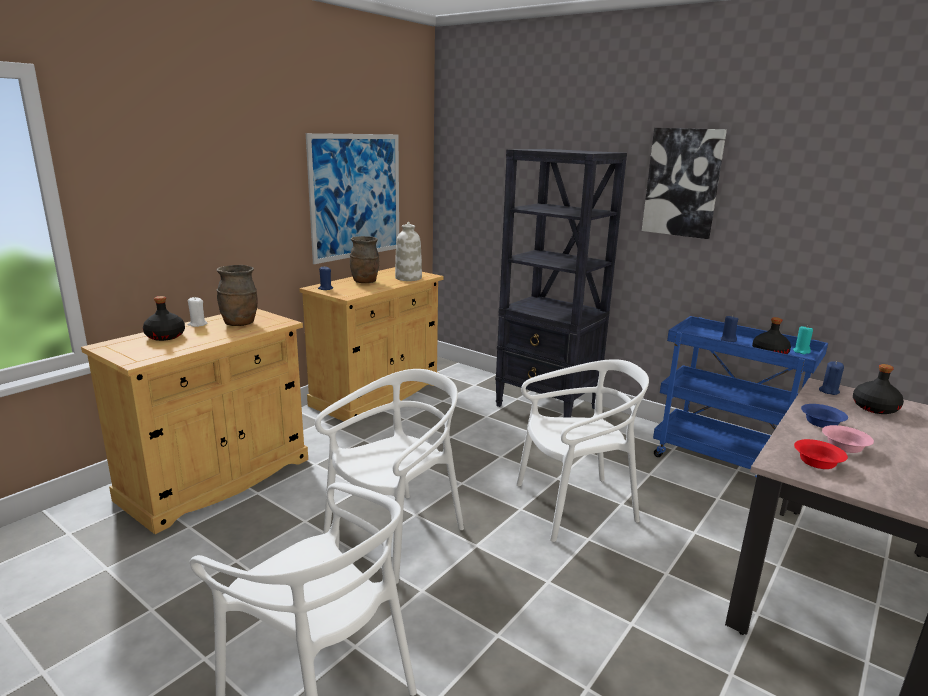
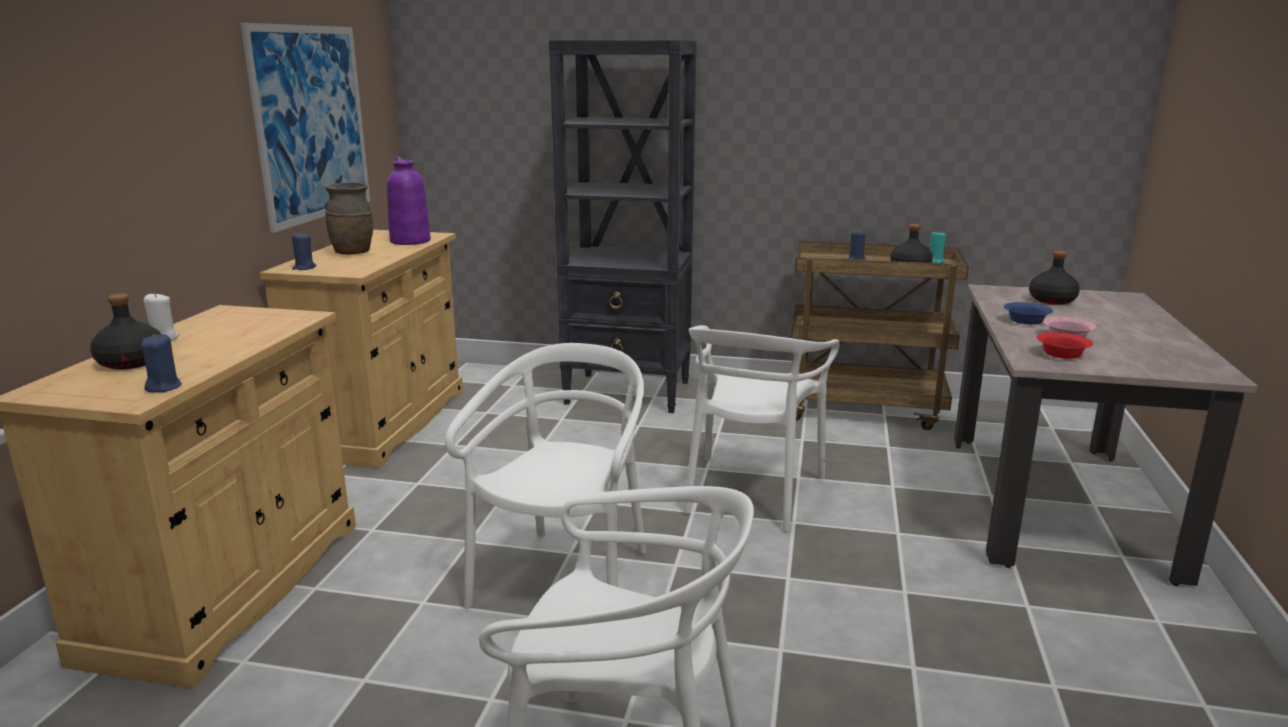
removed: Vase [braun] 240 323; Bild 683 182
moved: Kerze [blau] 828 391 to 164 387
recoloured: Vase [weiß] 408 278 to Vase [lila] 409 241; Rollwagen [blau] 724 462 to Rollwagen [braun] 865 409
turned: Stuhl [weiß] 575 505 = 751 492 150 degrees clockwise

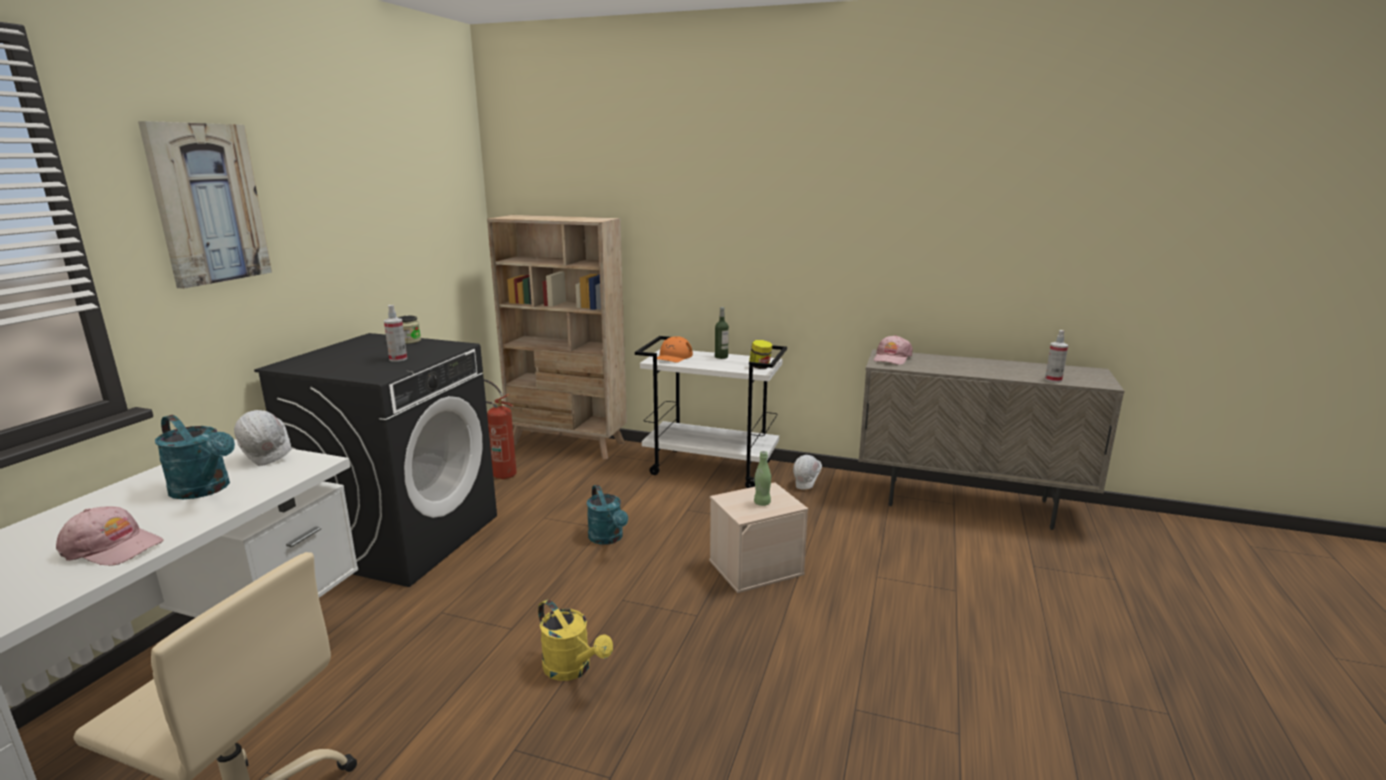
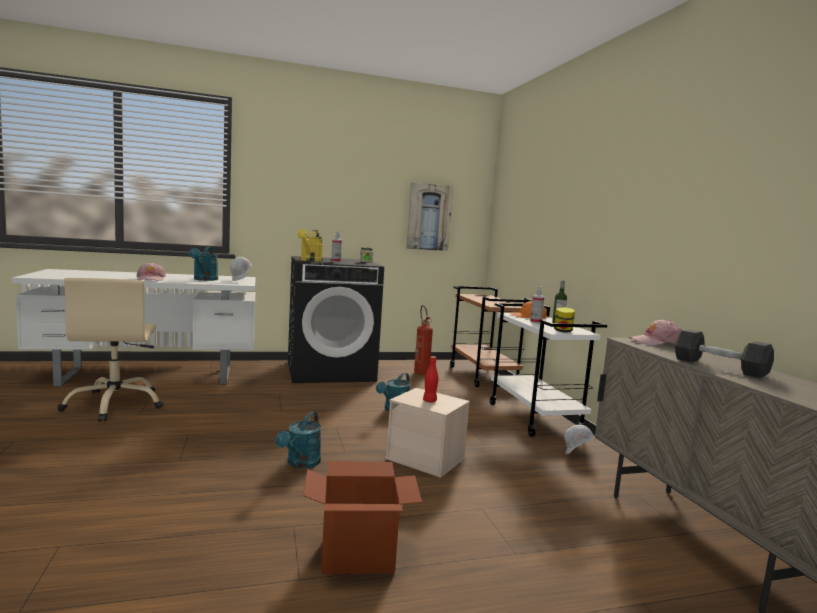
added: Gießkanne [türkis] 301 463; Karton 358 555; Hantel [grau] 719 367
moved: Gießkanne [gelb] 573 669 to 310 260; Bild 208 204 to 429 217; Sprühflasche 1053 380 to 535 322
replaced: Bücherregal [beige] 568 444 to Rollwagen [braun] 483 376
recoloured: Flasche [grün] 762 503 to Flasche [rot] 429 401

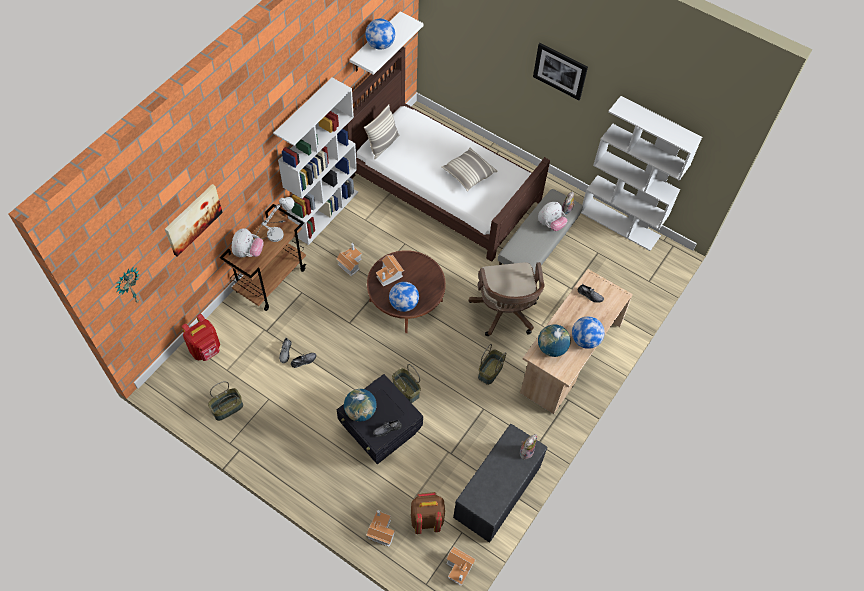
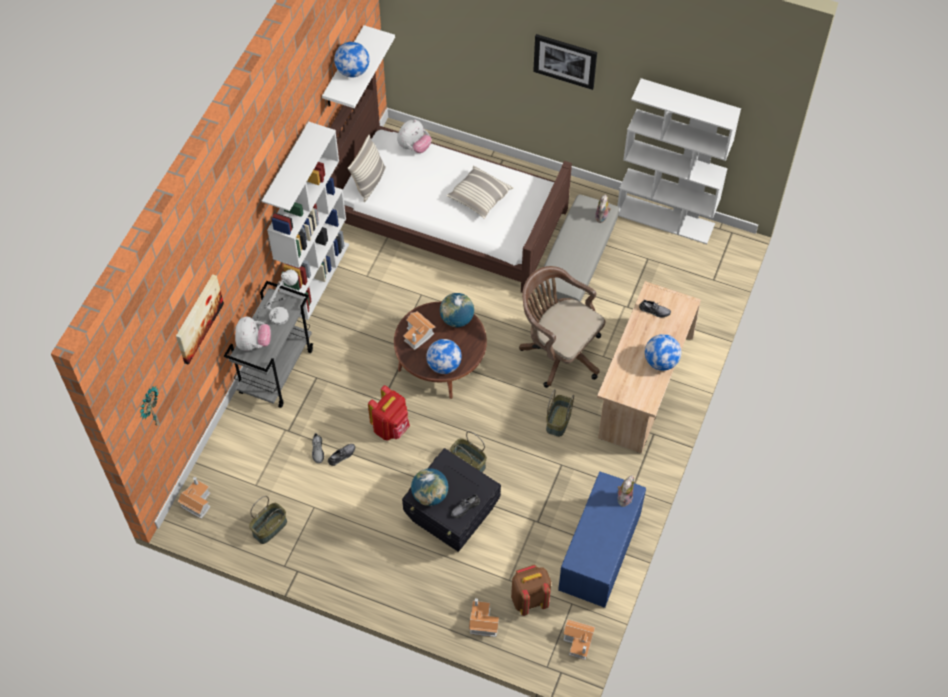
moved: Spielzeughaus 350 263 to 196 501; Rucksack [rot] 206 350 to 391 427; Plüschtier 550 224 to 414 147; Globus 551 348 to 457 319
recoloured: Rollwagen [braun] 271 280 to Rollwagen [grau] 276 370; Bank [grau] 497 493 to Bank [blau] 600 553
turned: Bürostuhl [braun] 505 313 = 558 351 150 degrees clockwise

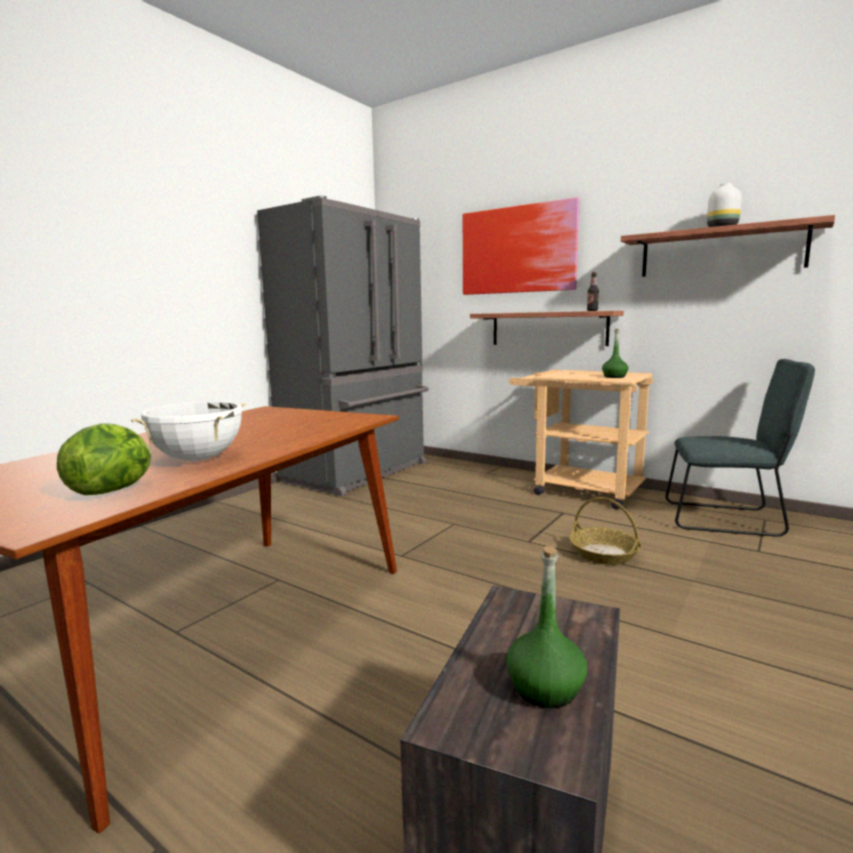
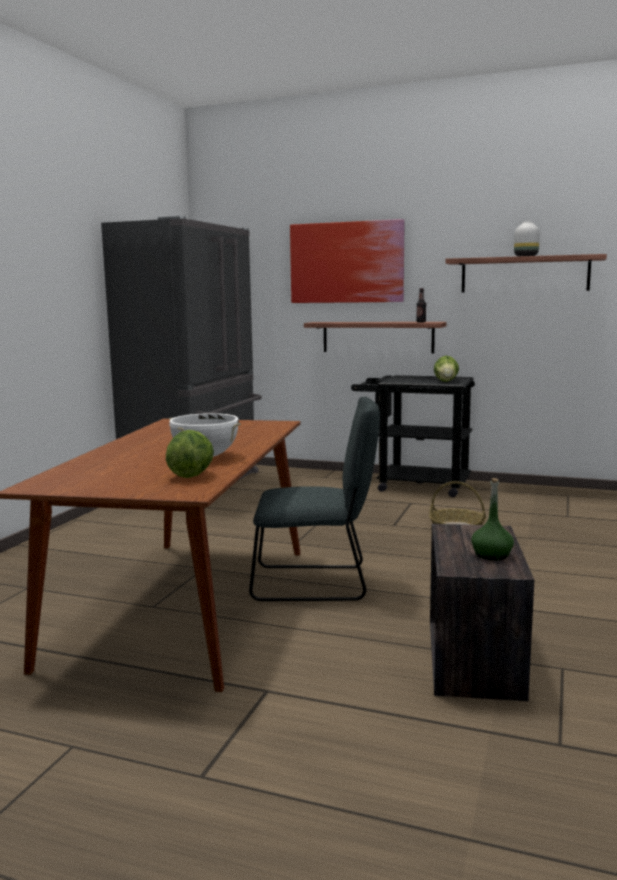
moved: Stuhl [grau] 727 519 to 316 583
replaced: Flasche [grün] 614 377 to Salatkopf 446 381
recoloured: Rollwagen [beige] 577 490 to Rollwagen [schwarz] 414 485

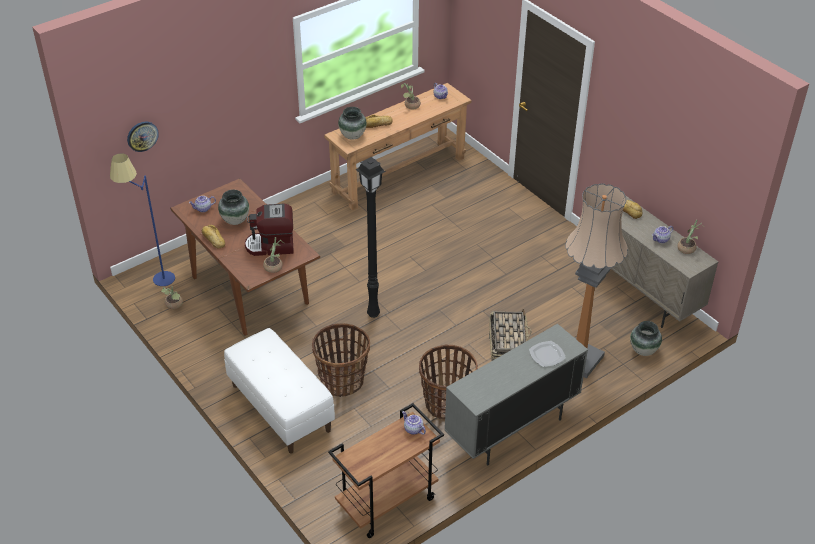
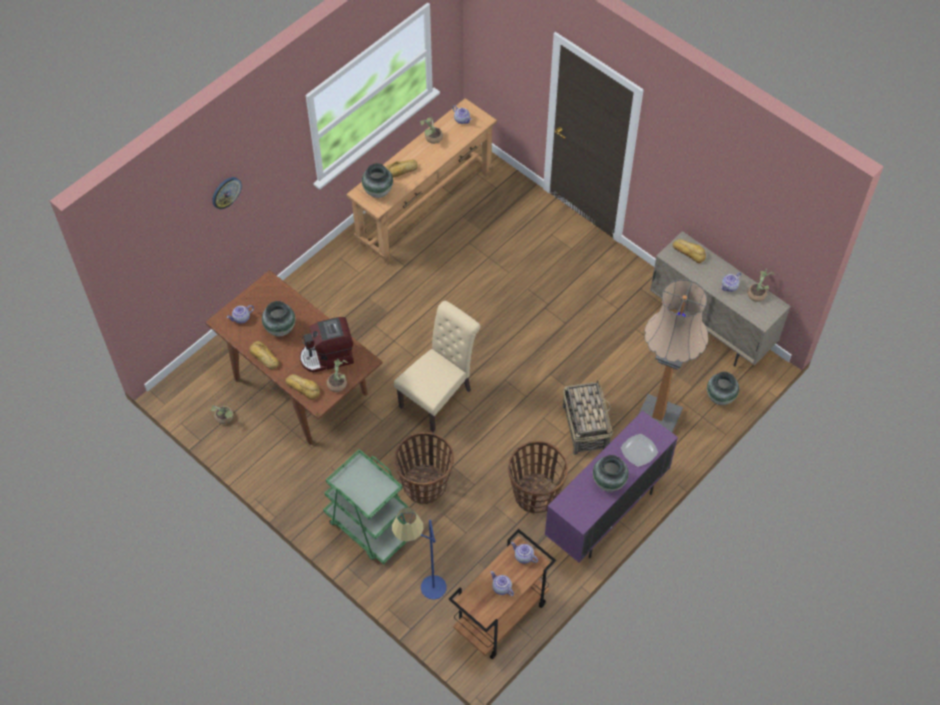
added: Brot 303 387; Teekanne 501 588; Vase 609 482
moved: Wanduhr 142 136 to 226 192; Stehlampe [blau] 153 281 to 423 592
replaced: Bank [weiß] 280 408 to Rollwagen [grün] 369 526; Stehlampe [schwarz] 374 314 to Stuhl [beige] 439 396
recoloured: Schrank [grau] 511 430 to Schrank [lila] 605 514

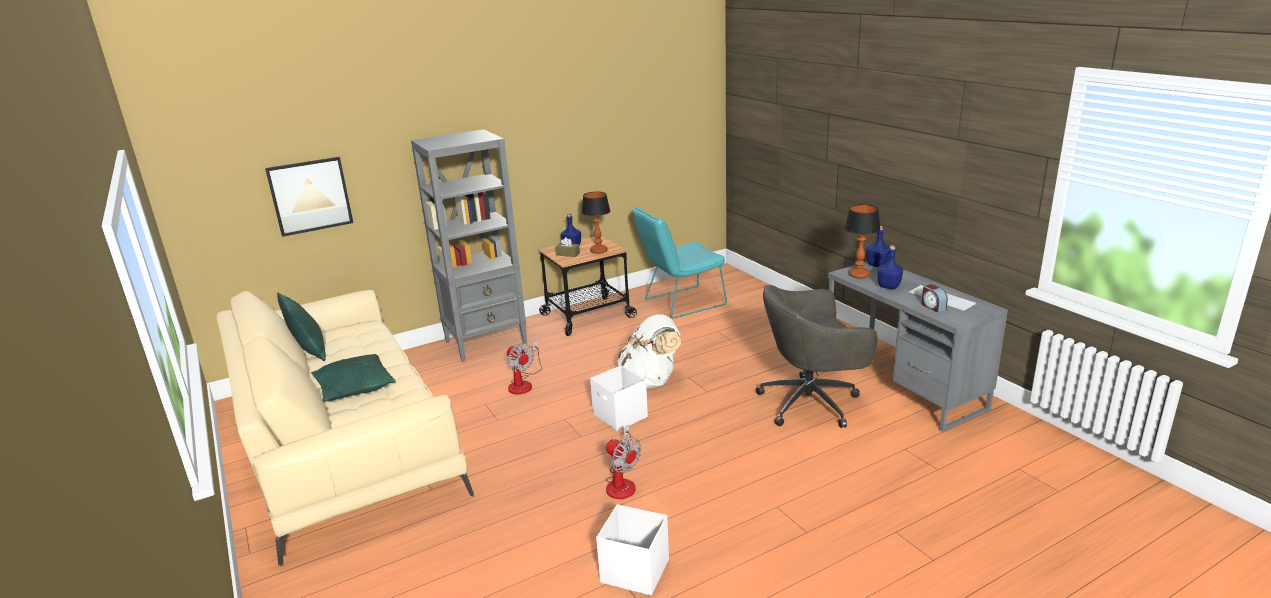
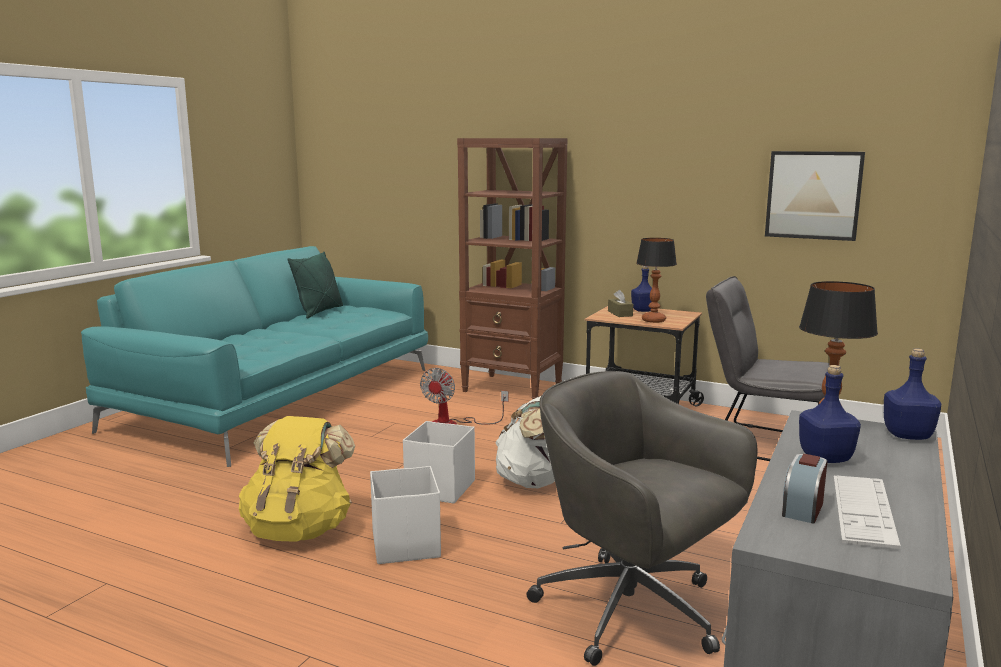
removed: Kissen [grün] 354 389
moved: Aufbewahrungsbox [weiß] 634 571 to 406 544; Bild 310 196 to 813 195
replaced: Ventilator 622 482 to Rucksack [gelb] 299 530
recoloured: Sofa [beige] 345 442 to Sofa [türkis] 282 397; Bücherregal [grau] 487 342 to Bücherregal [braun] 513 389; Stuhl [türkis] 680 303 to Stuhl [grau] 763 443

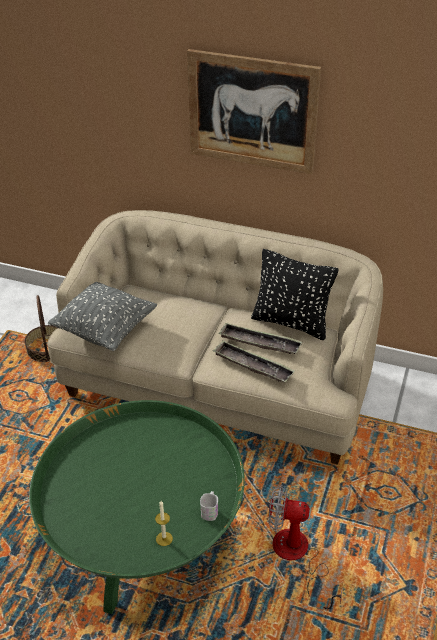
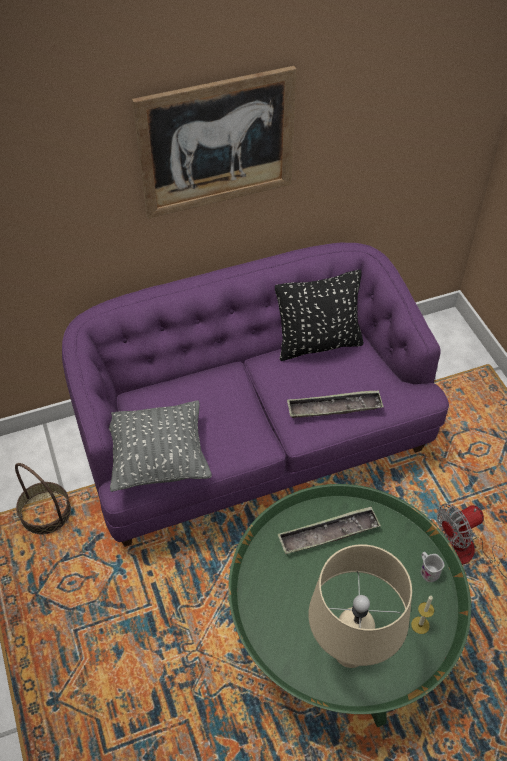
added: Tischlampe [beige] 350 654
moved: Tablett 259 342 to 328 534
recoloured: Sofa [beige] 219 385 to Sofa [lila] 254 441

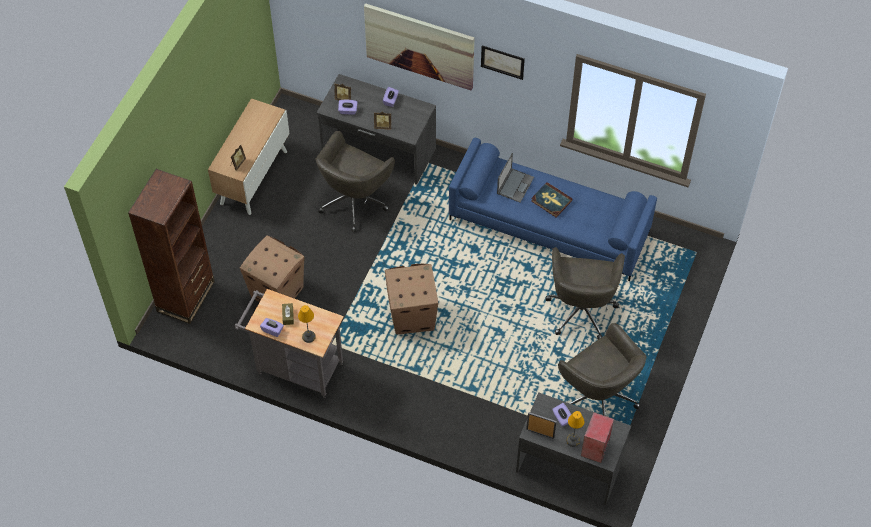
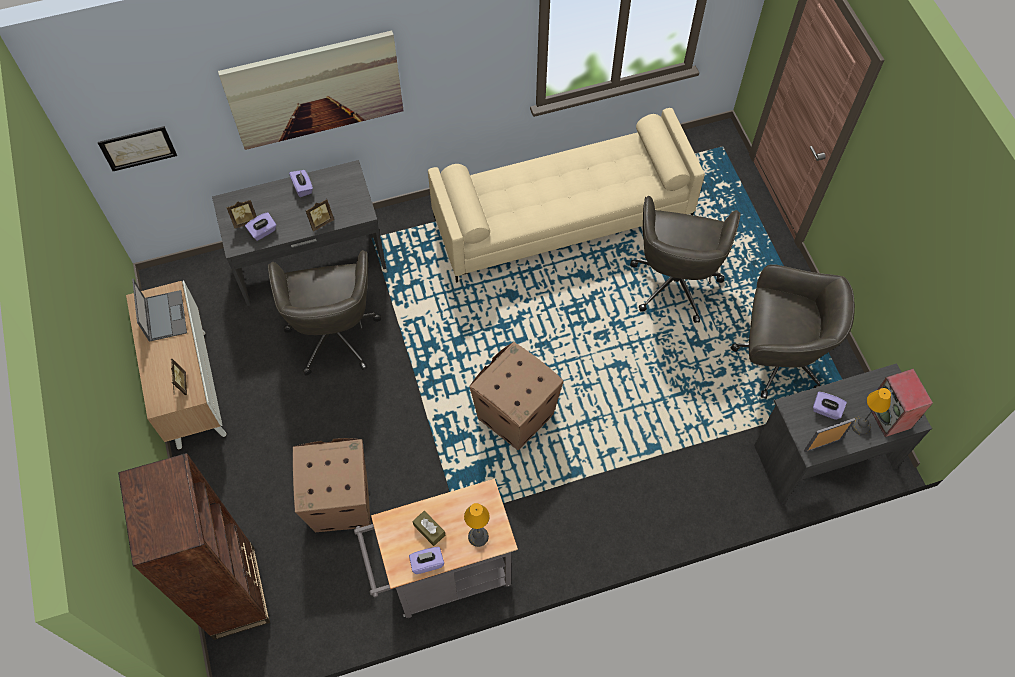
removed: Buch 551 201
moved: Bild 502 62 to 138 148; Laptop 515 185 to 164 315
recoloured: Sofa [blau] 550 226 to Sofa [beige] 563 217
turned: Bürostuhl [grau] 581 309 = 675 281 45 degrees clockwise

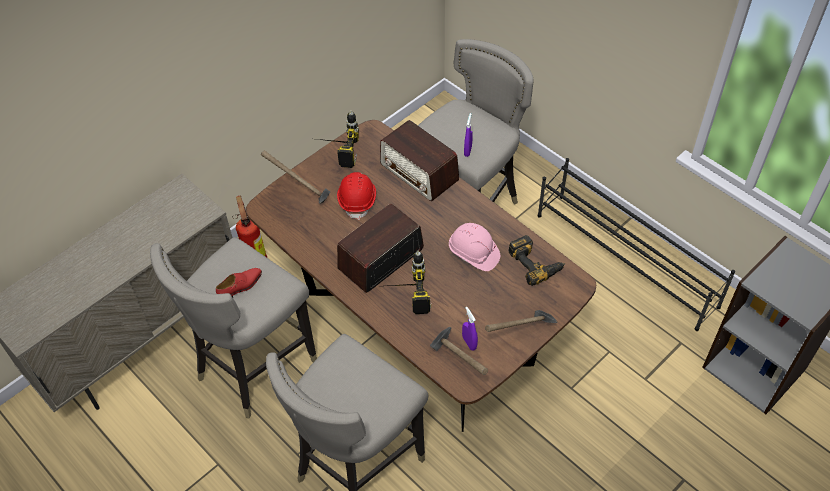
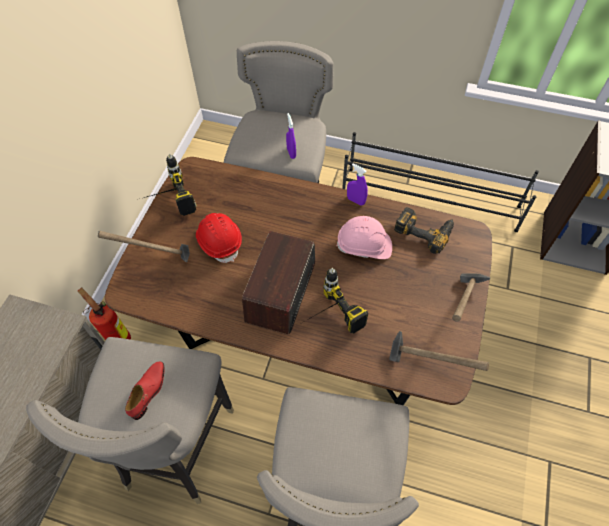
removed: Radio 419 172
moved: Sprühflasche [lila] 469 343 to 355 201

